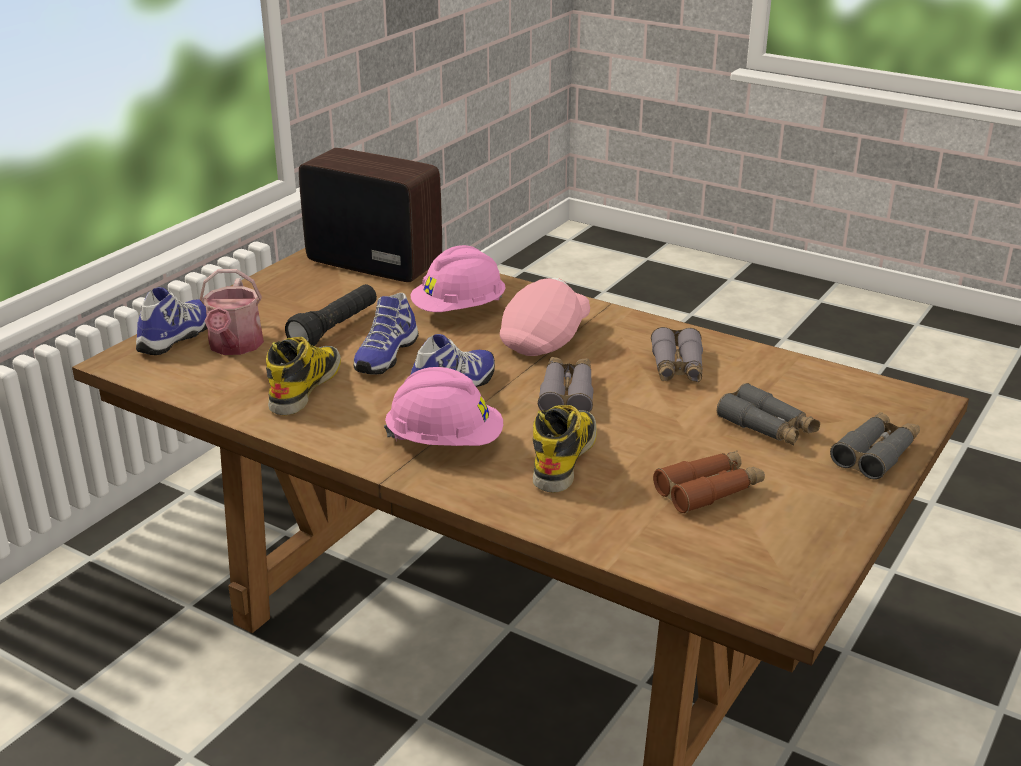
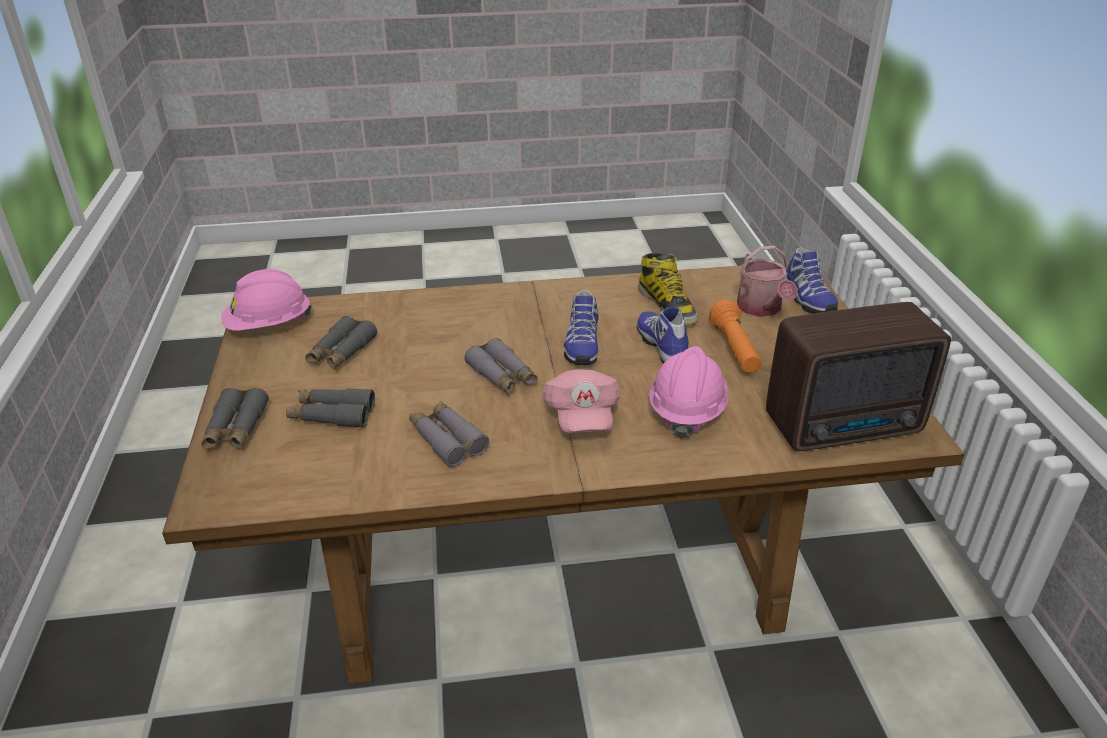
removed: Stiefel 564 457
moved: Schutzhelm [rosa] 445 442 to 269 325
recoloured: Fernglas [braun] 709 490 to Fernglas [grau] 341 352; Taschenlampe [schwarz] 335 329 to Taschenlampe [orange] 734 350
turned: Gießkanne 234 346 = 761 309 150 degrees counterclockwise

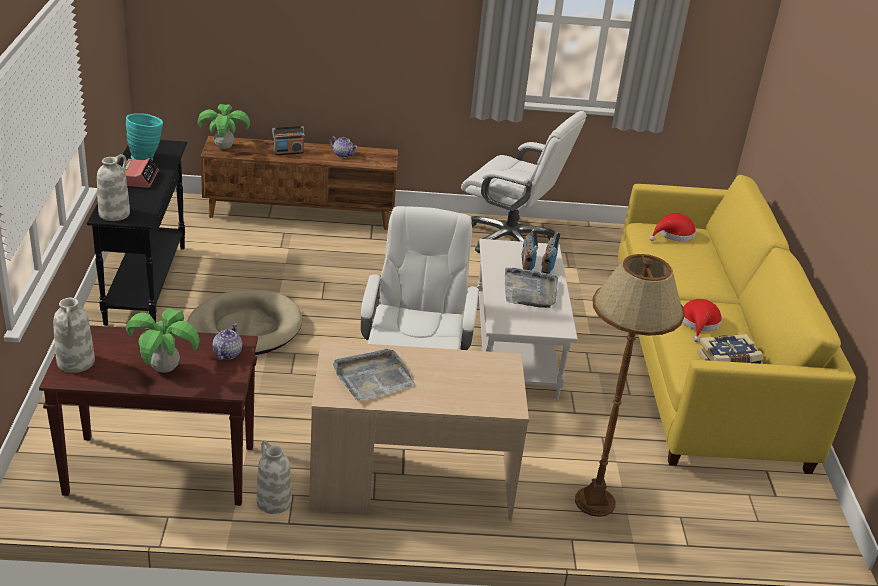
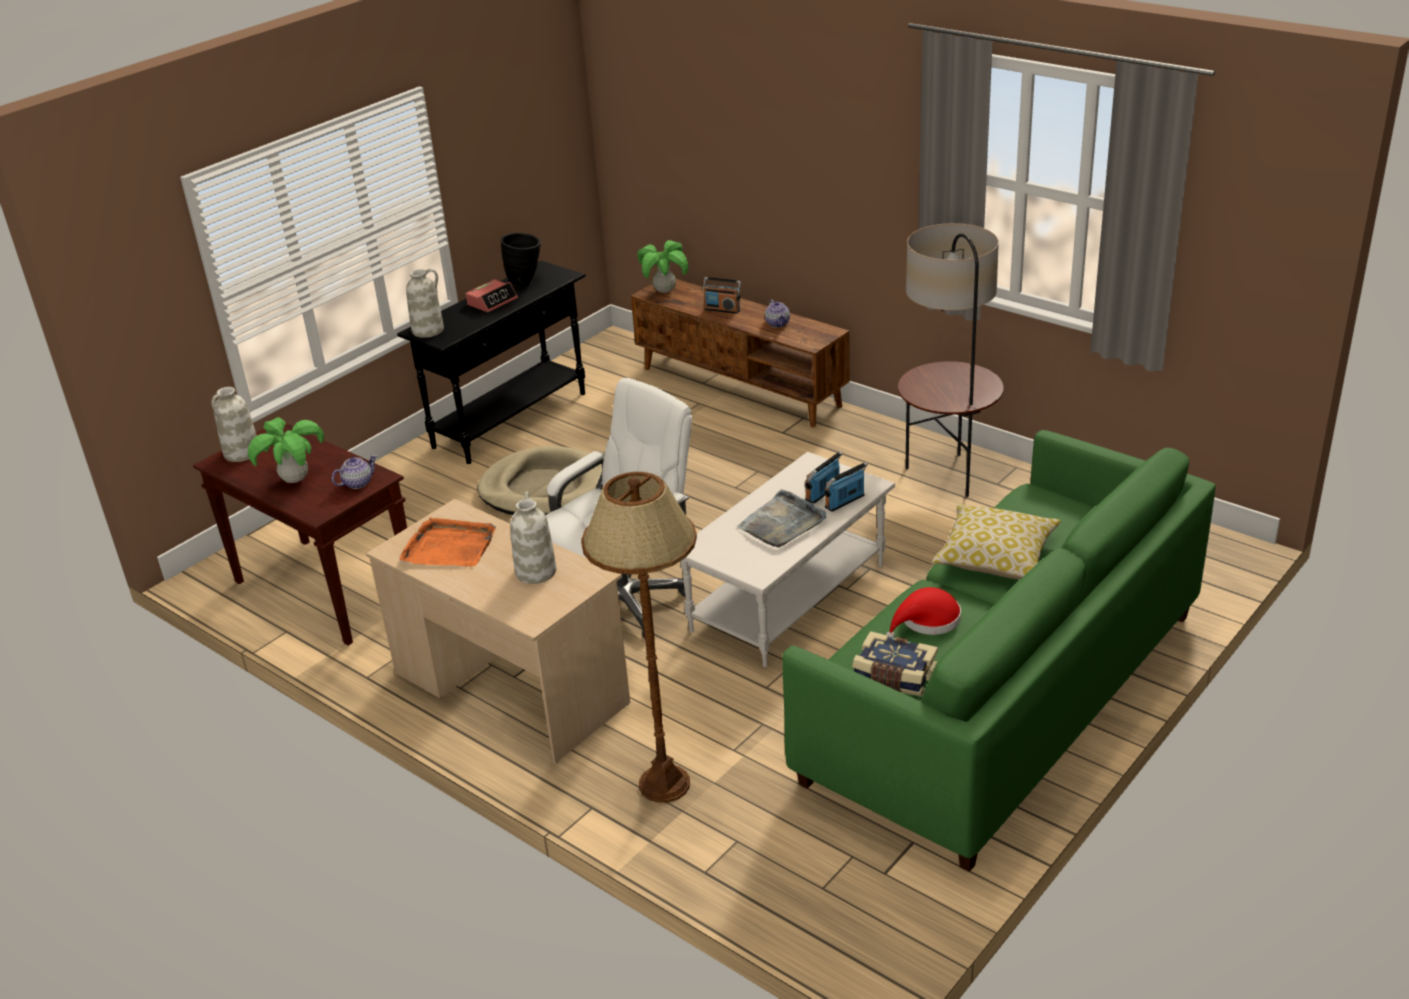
removed: Hut [rot] 673 234
added: Kissen 996 558
moved: Vase [weiß] 273 502 to 535 571
replaced: Bürostuhl [weiß] 510 239 to Stehlampe 947 476
recoloured: Tablett [grau] 372 378 to Tablett [orange] 449 547; Vase [türkis] 146 157 to Vase [schwarz] 526 283; Sofa [gelb] 704 365 to Sofa [grün] 1003 696

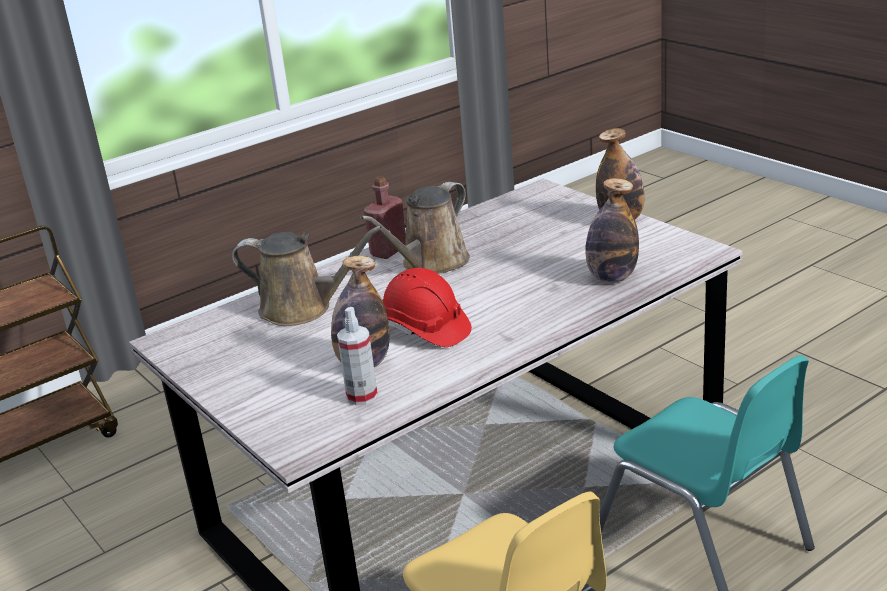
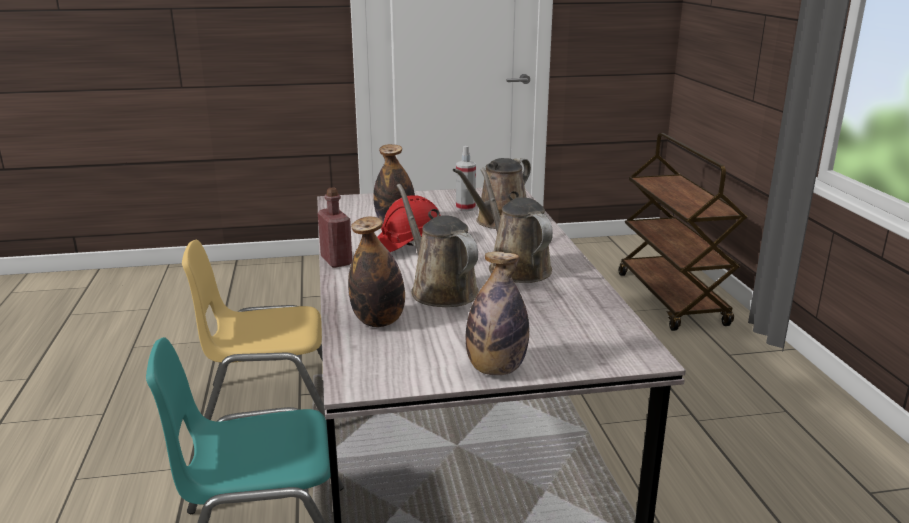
added: Gießkanne [braun] 440 290
moved: Flasche [rot] 388 251 to 336 261; Sprühflasche 362 396 to 465 208

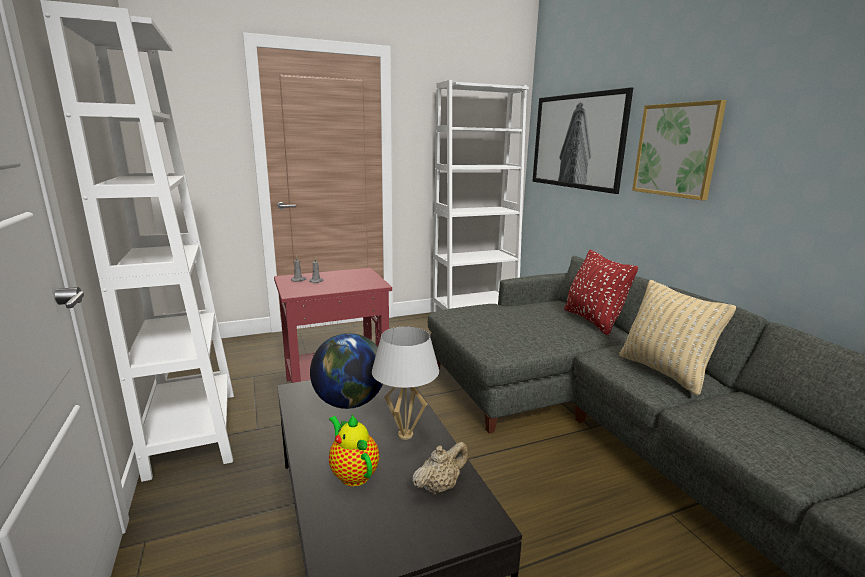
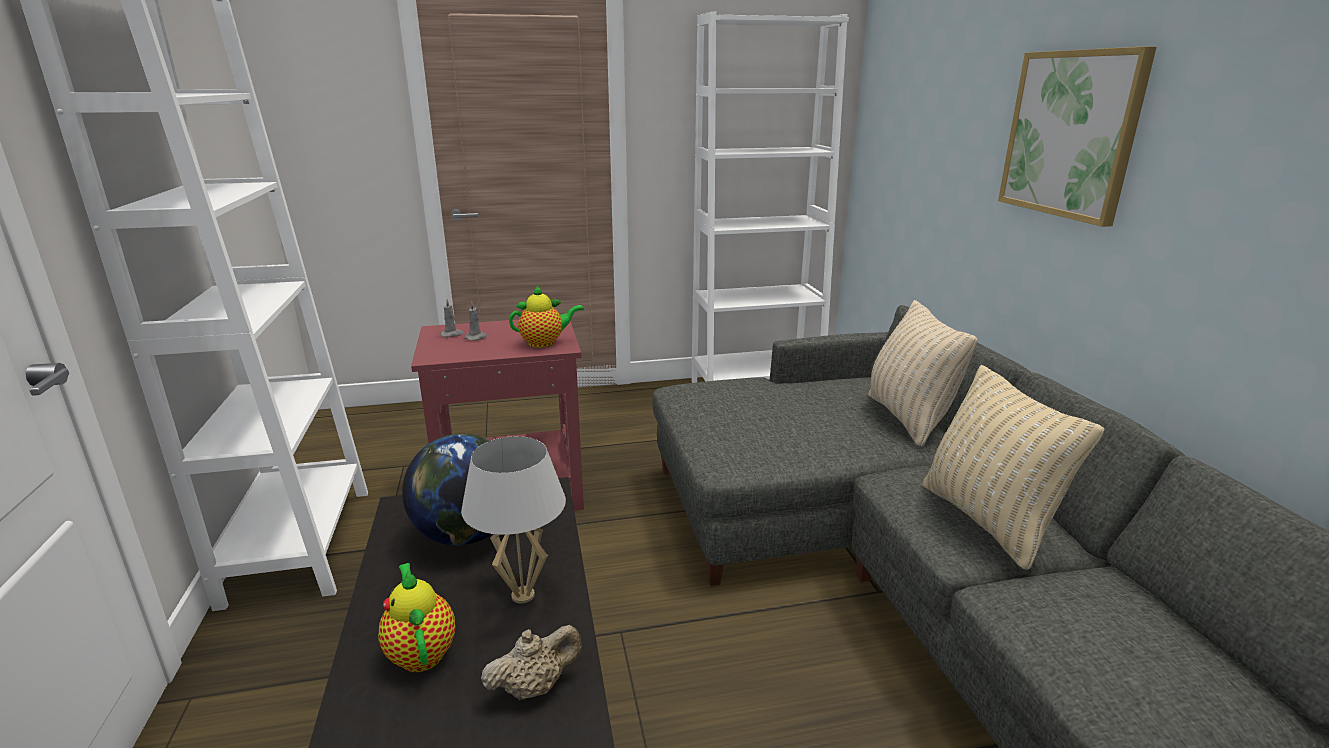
removed: Bild 578 141
added: Teekanne 545 343
recoloured: Kissen [rot] 593 321 to Kissen [beige] 908 418

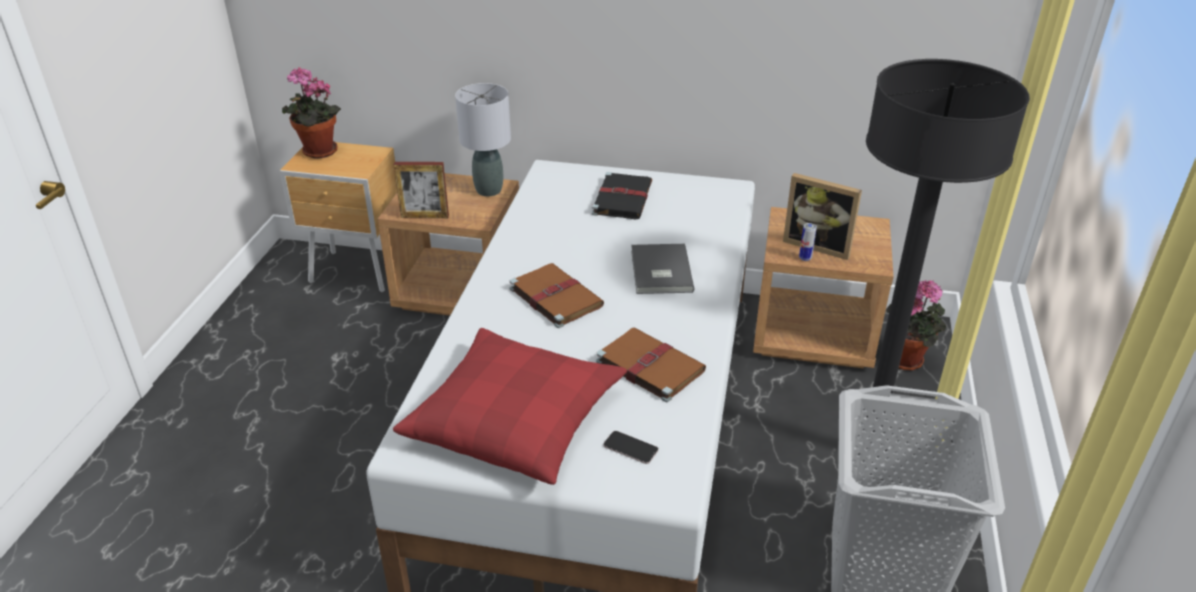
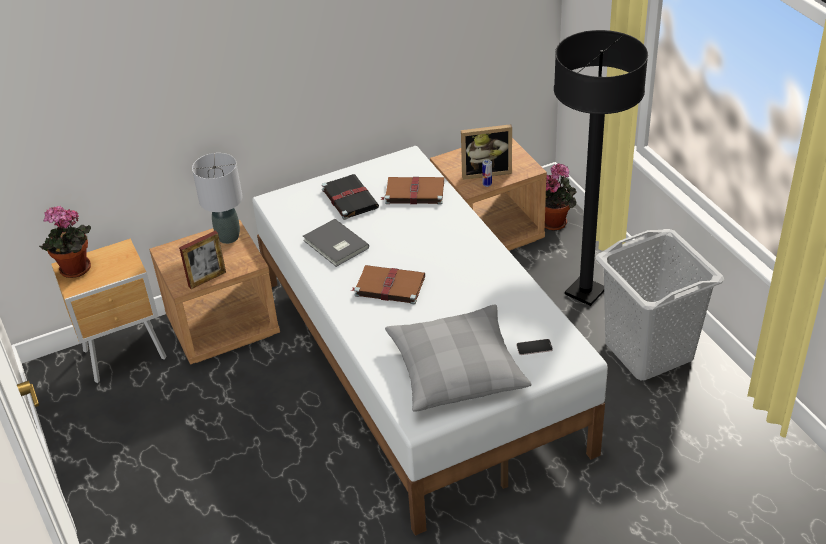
moved: Buch [grau] 659 272 to 335 245; Buch [braun] 648 366 to 413 192
recoloured: Kissen [rot] 515 419 to Kissen [grau] 456 368

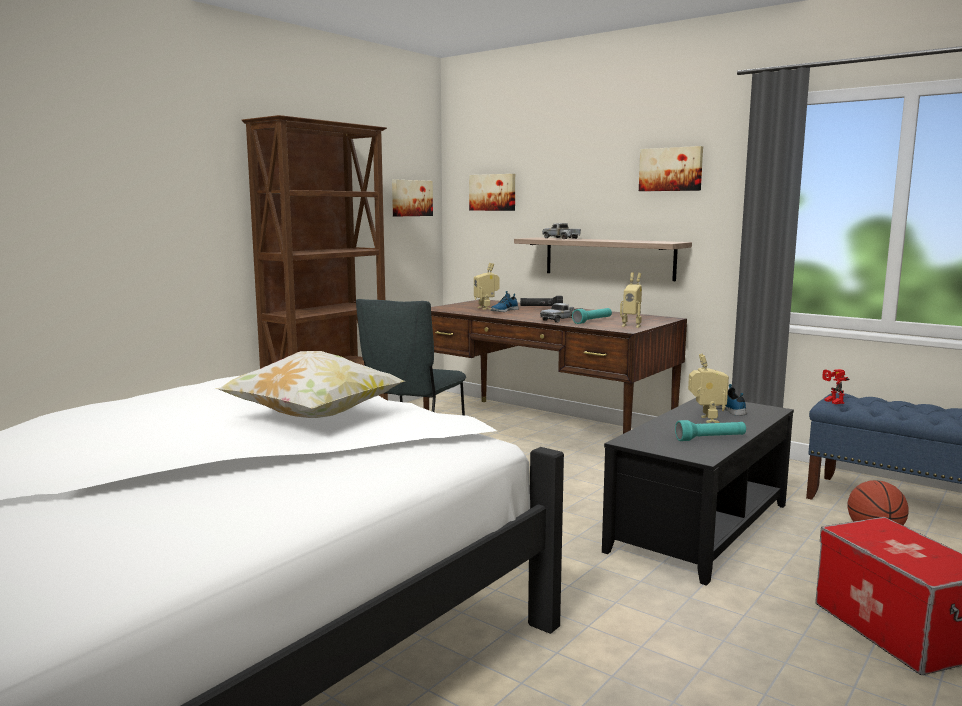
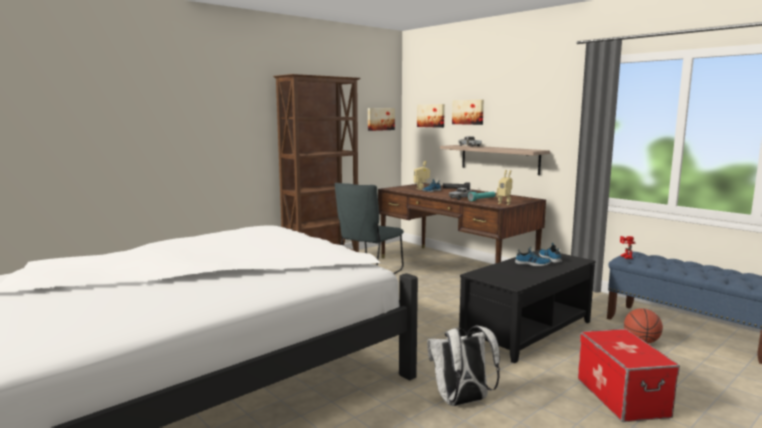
removed: Kissen 314 417; Taschenlampe [türkis] 710 439
added: Rucksack [weiß] 462 402
moved: Bild 671 169 to 468 112
replaced: Spielzeugroboter 705 419 to Schuh 532 264

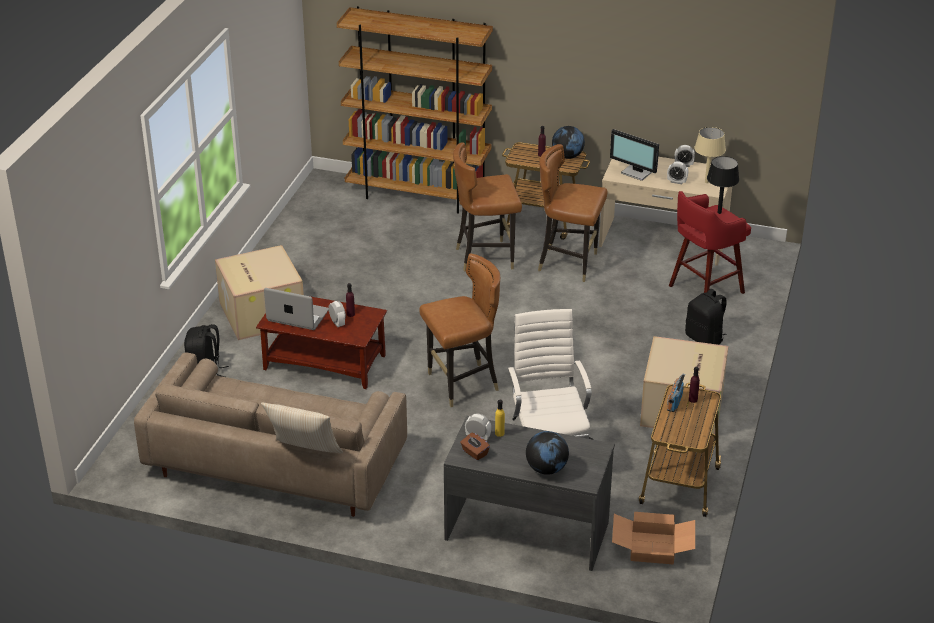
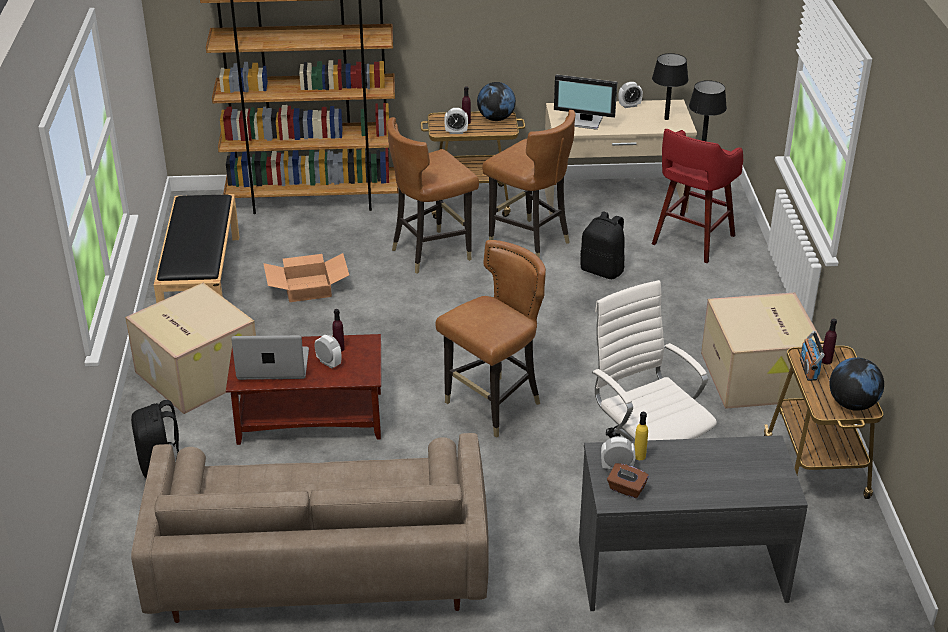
removed: Kissen [beige] 304 454
added: Bank [schwarz] 201 280
moved: Karton 653 547 to 308 287; Wecker 676 182 to 456 132; Rucksack [schwarz] 705 339 to 602 270; Globus 546 469 to 852 404
recoloured: Tischlampe [beige] 706 182 to Tischlampe [schwarz] 666 119
turned: Stuhl [braun] 569 263 = 529 241 135 degrees counterclockwise

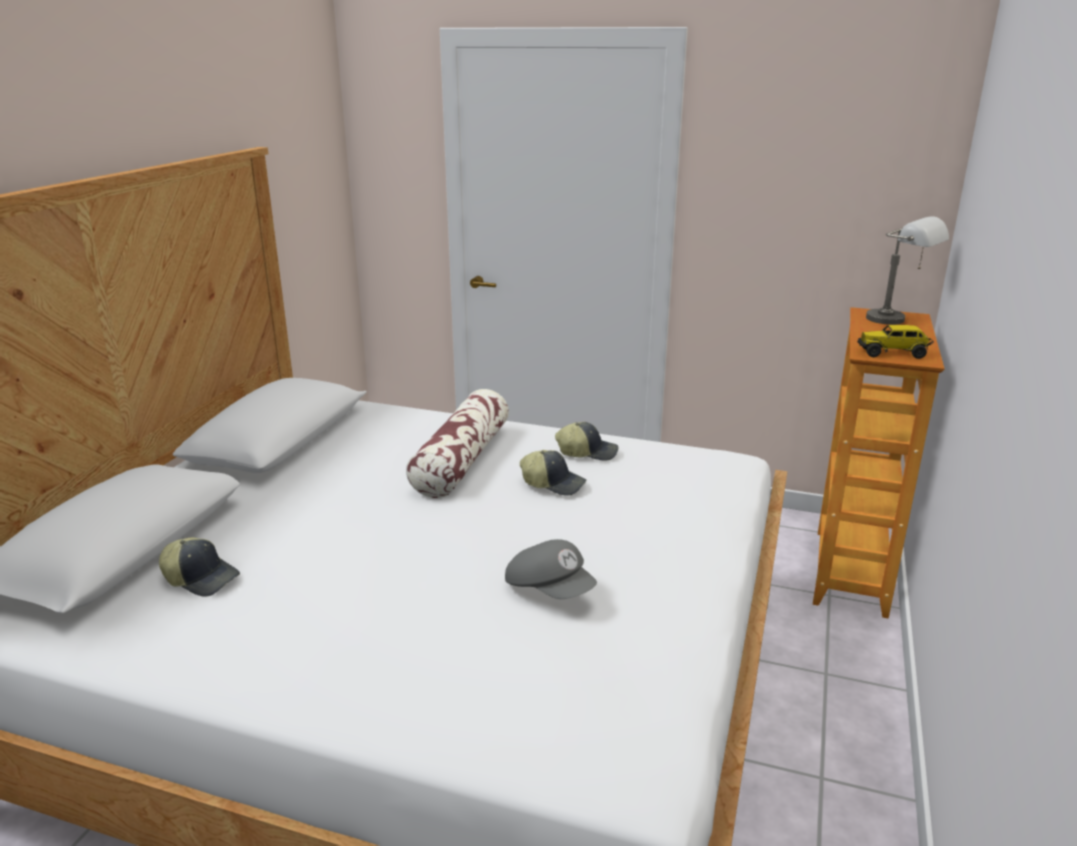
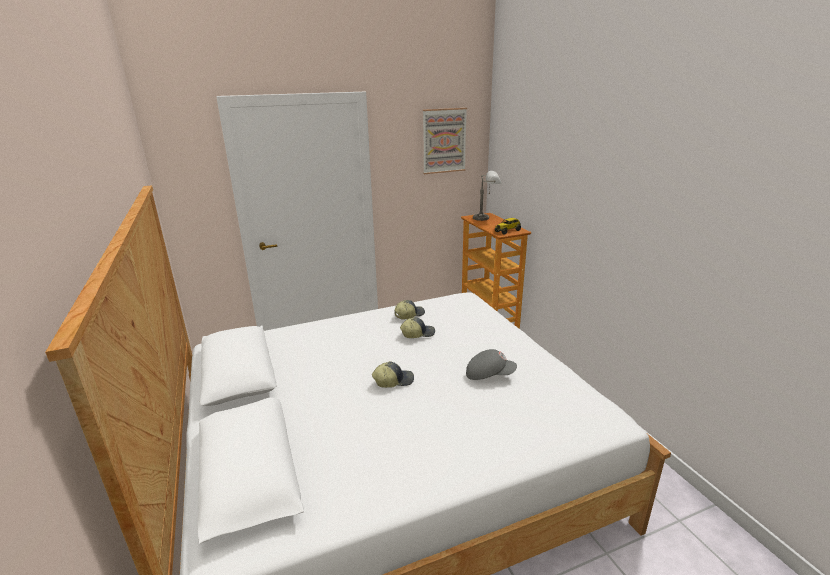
removed: Kissen 462 460
added: Bild 444 141
moved: Kappe 201 578 to 393 380

